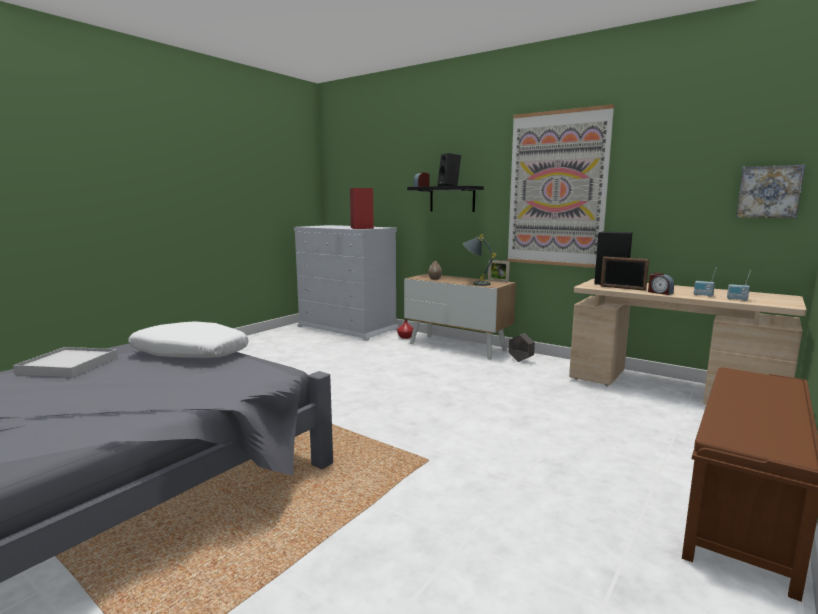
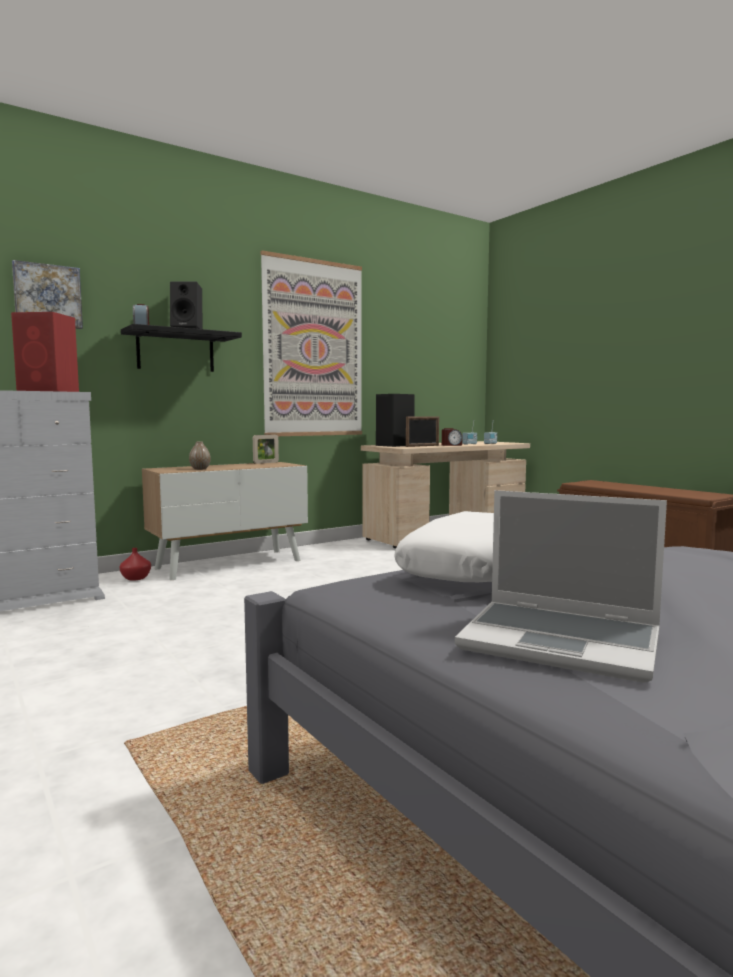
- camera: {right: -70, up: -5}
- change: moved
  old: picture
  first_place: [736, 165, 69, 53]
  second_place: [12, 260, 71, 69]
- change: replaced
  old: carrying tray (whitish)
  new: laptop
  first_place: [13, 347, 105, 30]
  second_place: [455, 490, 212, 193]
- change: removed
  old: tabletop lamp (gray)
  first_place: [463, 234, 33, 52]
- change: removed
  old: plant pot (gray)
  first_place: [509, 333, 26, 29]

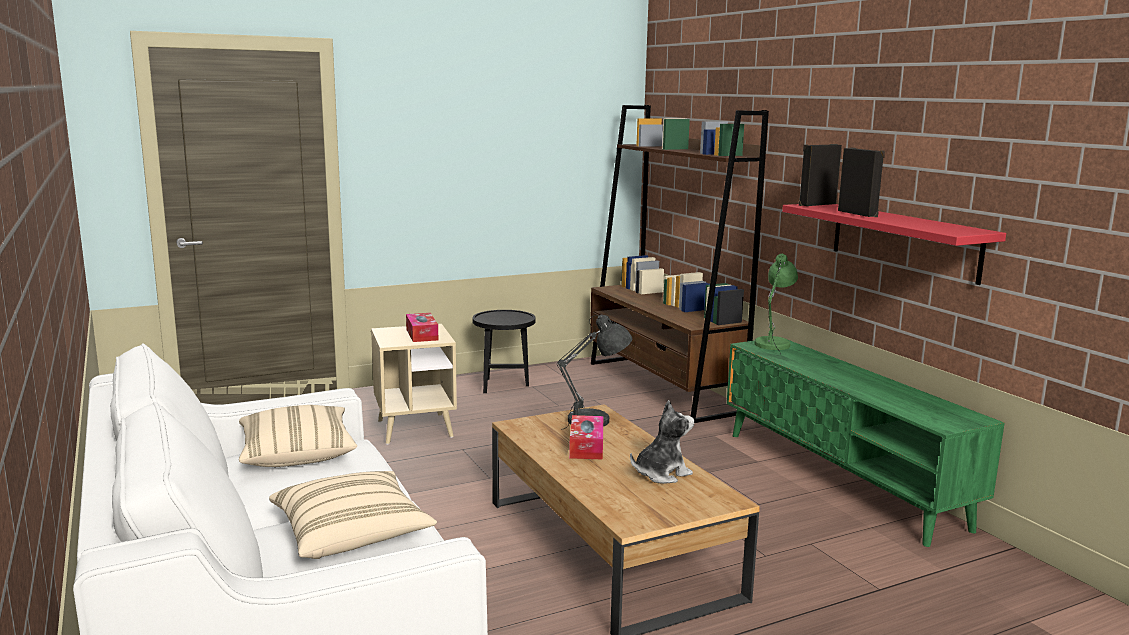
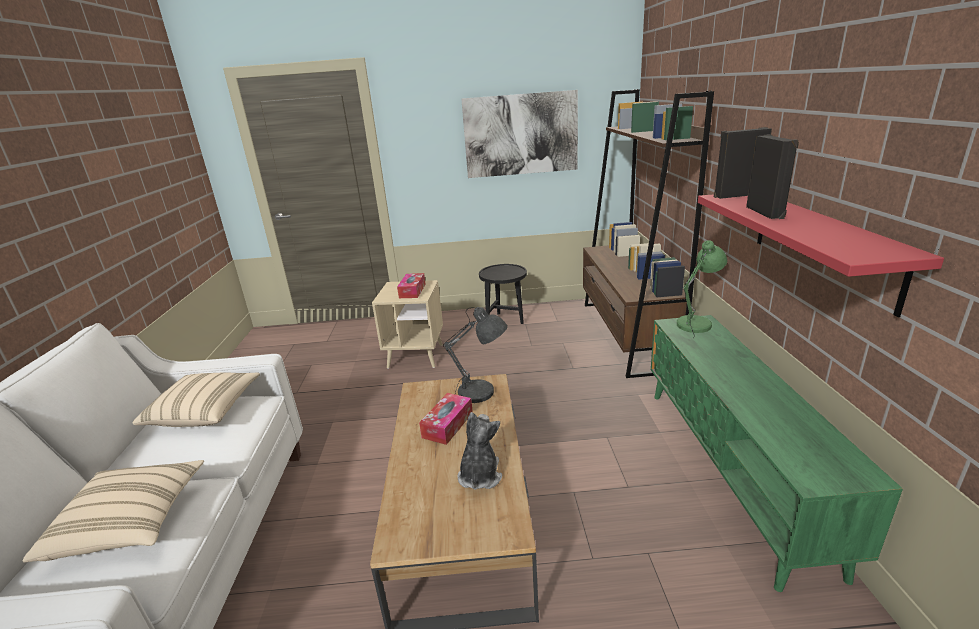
- camera: {right: 25, up: 10}
- change: turned
  old: cuddly toy
  first_place: [630, 400, 64, 84]
  second_place: [458, 412, 44, 78]
  degrees: -75
- change: added
  new: picture
  second_place: [461, 90, 117, 88]

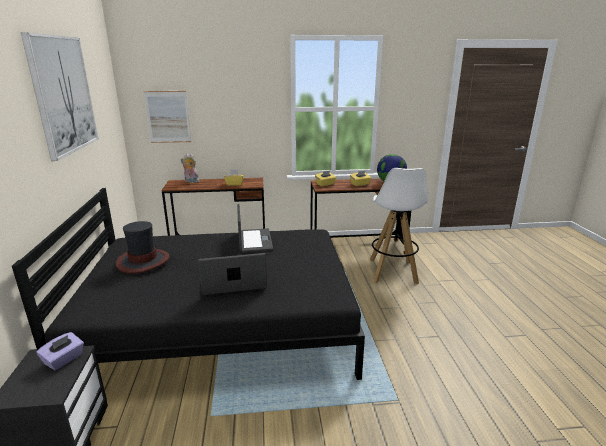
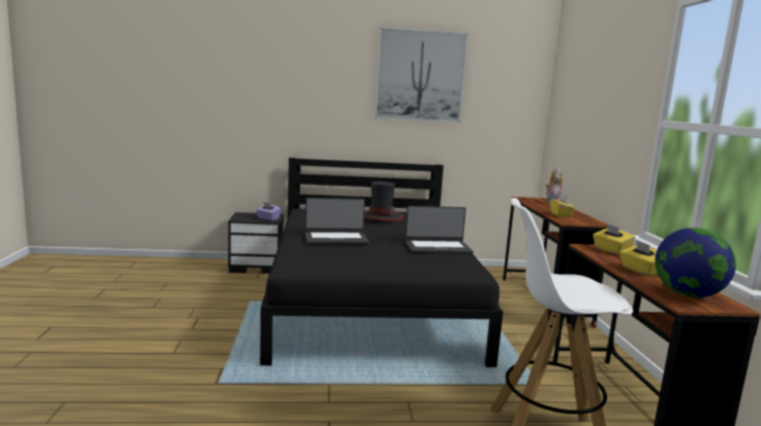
- camera: {right: 90, up: -10}
- change: turned
  old: laptop
  first_place: [198, 253, 69, 42]
  second_place: [305, 198, 64, 46]
  degrees: 90
- change: removed
  old: picture
  first_place: [144, 91, 47, 52]

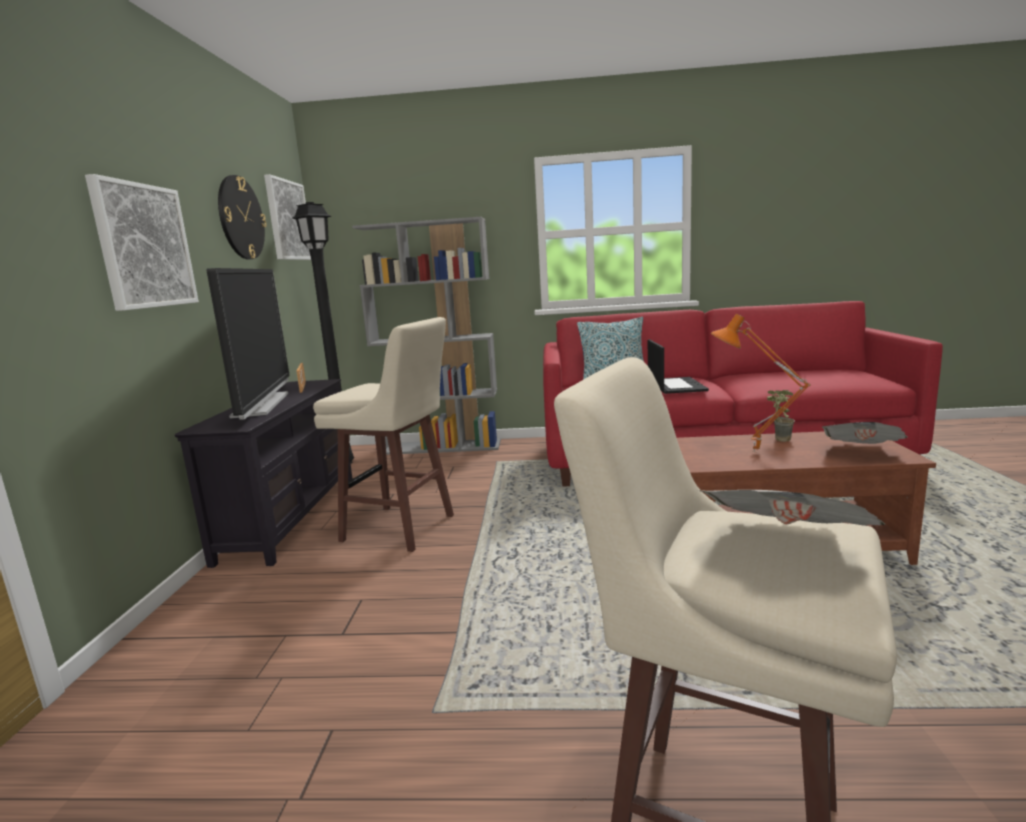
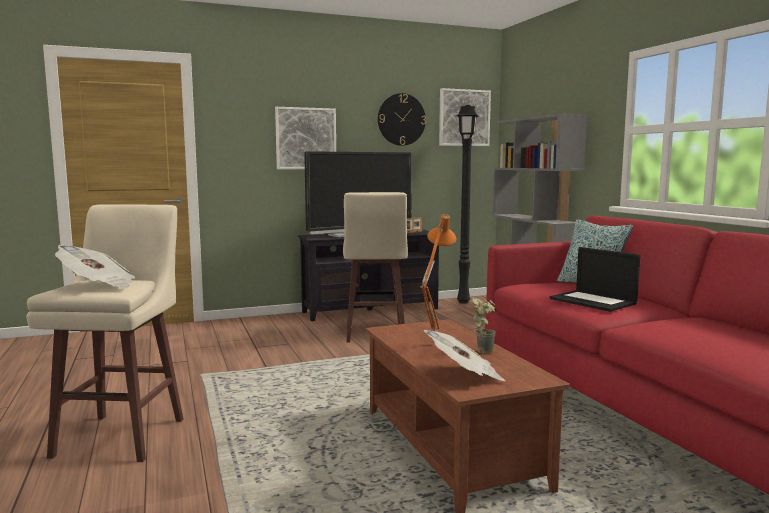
- camera: {right: 65, up: -5}
- change: turned
  old: laptop
  first_place: [648, 339, 61, 55]
  second_place: [550, 247, 90, 65]
  degrees: 75

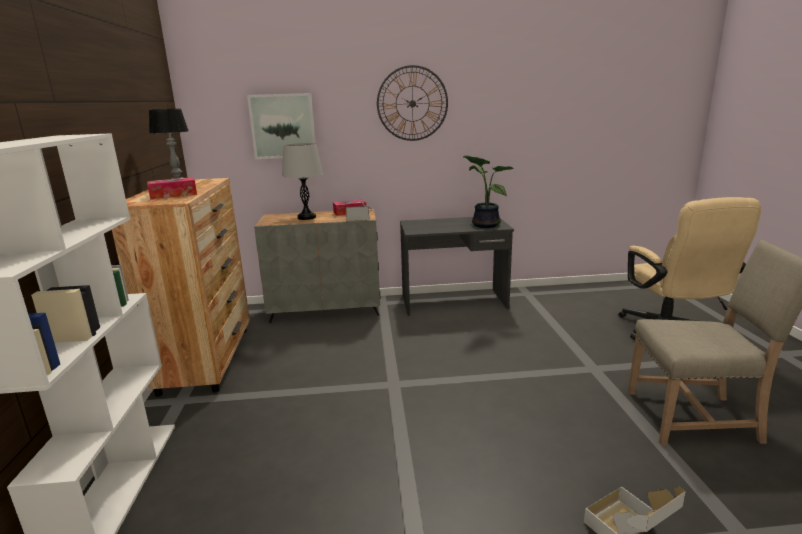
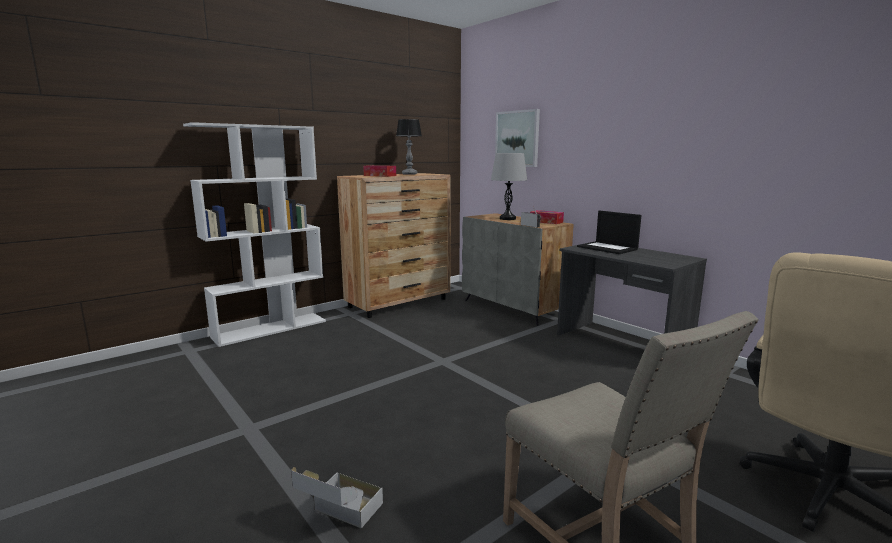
- camera: {right: 55, up: -5}
- change: added
  new: laptop
  second_place: [577, 210, 64, 44]
- change: removed
  old: wall clock
  first_place: [377, 65, 71, 76]
- change: removed
  old: houseplant
  first_place: [463, 155, 51, 73]

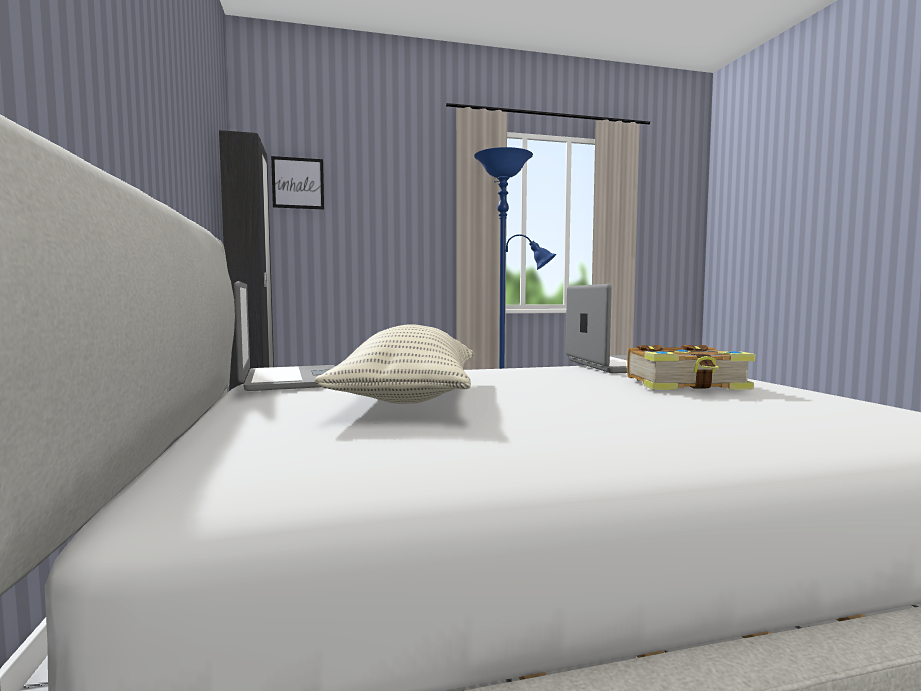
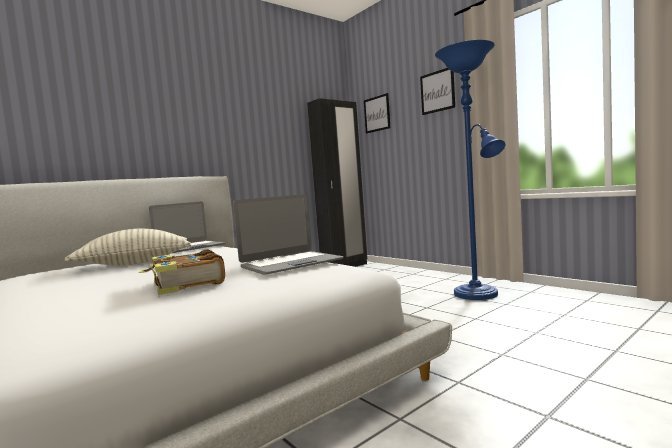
- camera: {right: 65, up: 0}
- change: added
  new: picture
  second_place: [420, 68, 35, 47]

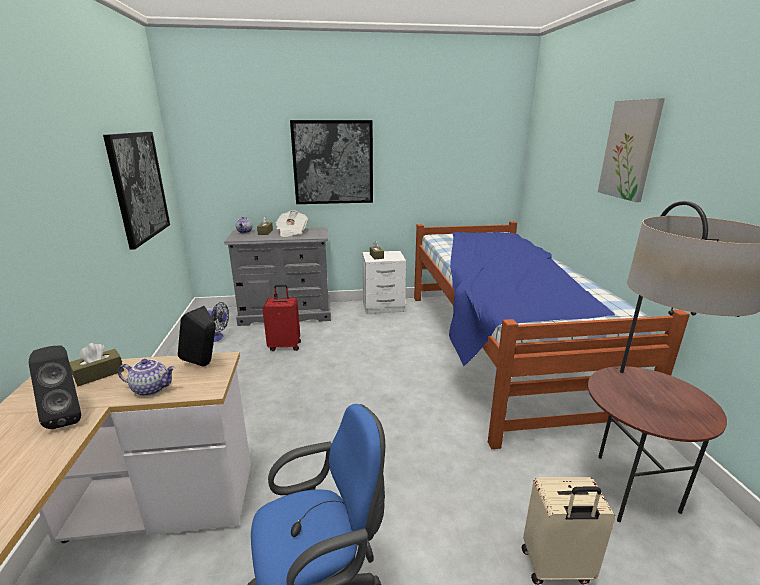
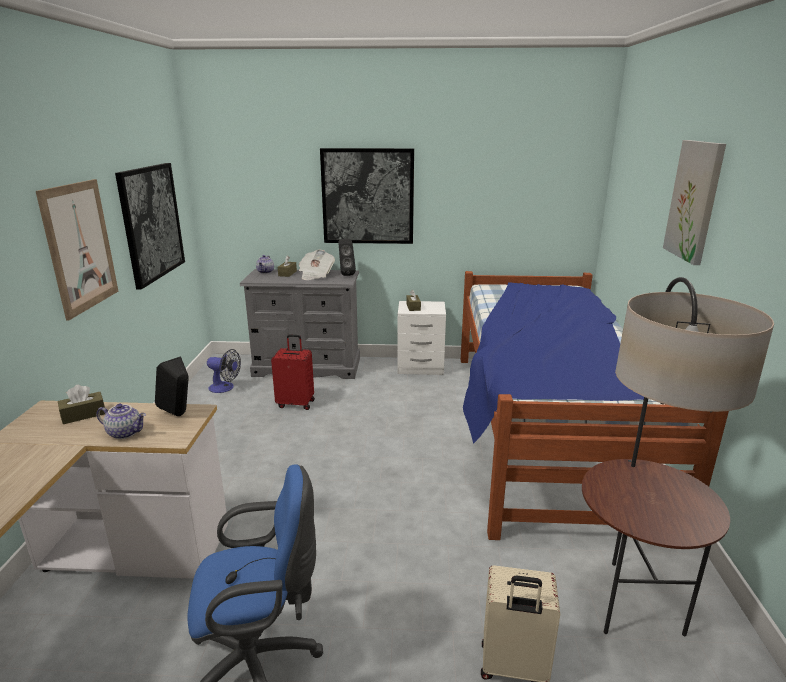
- camera: {right: 10, up: 0}
- change: added
  new: picture
  second_place: [36, 179, 82, 141]
- change: moved
  old: speaker (blackish)
  first_place: [29, 345, 52, 84]
  second_place: [338, 239, 18, 37]

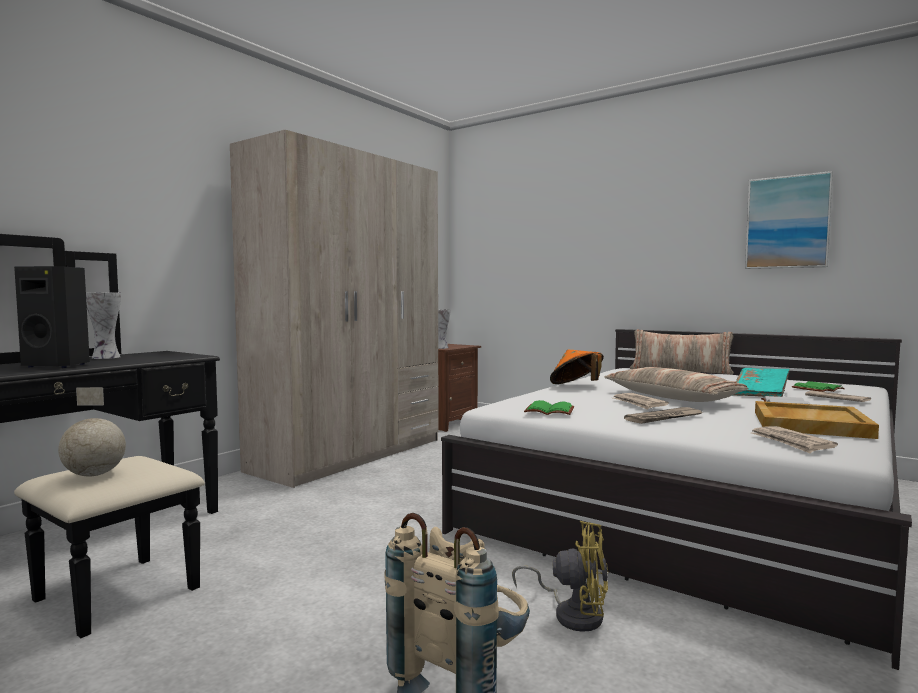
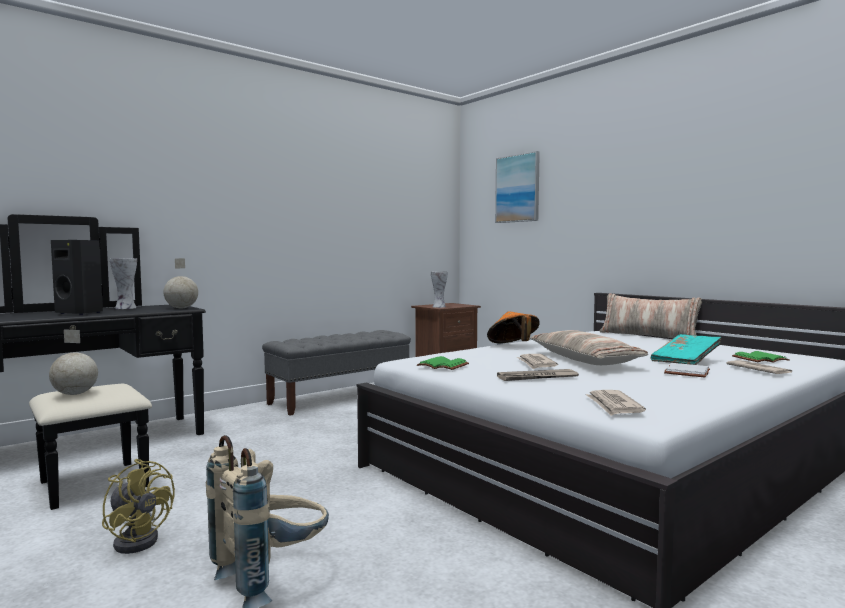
- camera: {right: 15, up: 0}
- change: moved
  old: electric fan (yellowish)
  first_place: [512, 521, 96, 111]
  second_place: [102, 459, 73, 95]
- change: added
  new: world globe
  second_place: [164, 258, 34, 50]
- change: replaced
  old: armoire (beige-coloured)
  new: bench (gray)
  first_place: [230, 130, 209, 358]
  second_place: [262, 330, 149, 85]
- change: moved
  old: picture
  first_place: [745, 171, 88, 98]
  second_place: [495, 151, 45, 72]
- change: removed
  old: carrying tray (beige-coloured)
  first_place: [755, 401, 124, 38]

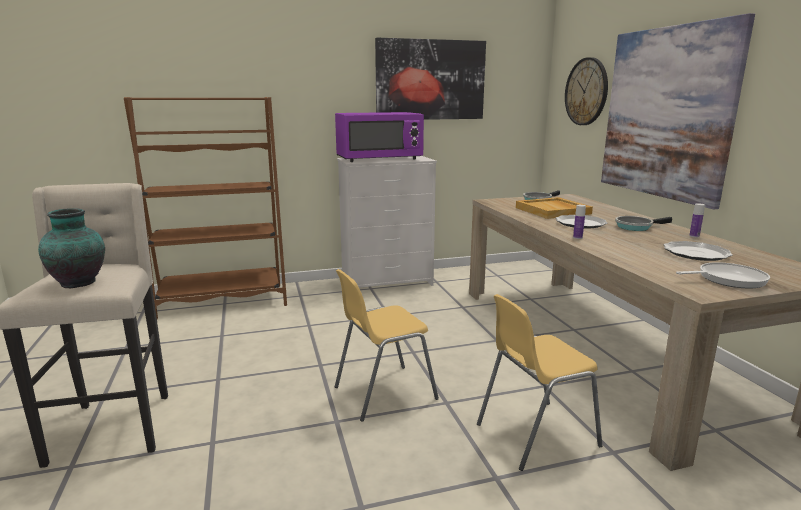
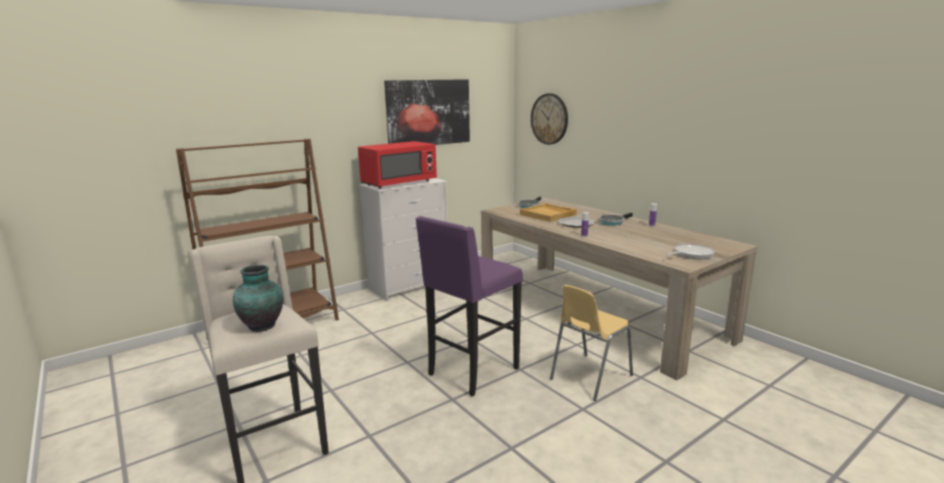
- camera: {right: -20, up: 0}
- change: recoloured
  old: microwave (purple)
  new: microwave (reddish)
  first_place: [335, 112, 89, 50]
  second_place: [358, 141, 79, 48]
- change: replaced
  old: upright chair (yellowish)
  new: stool seat (purple)
  first_place: [335, 269, 104, 153]
  second_place: [416, 216, 107, 181]
- change: removed
  old: picture
  first_place: [601, 13, 154, 196]
- change: removed
  old: flat dish
  first_place: [663, 241, 70, 20]

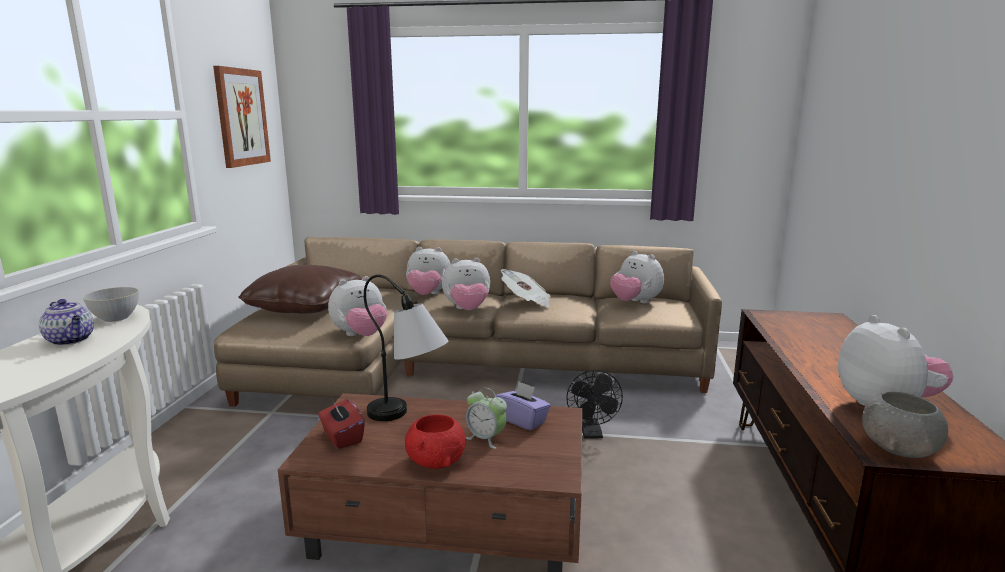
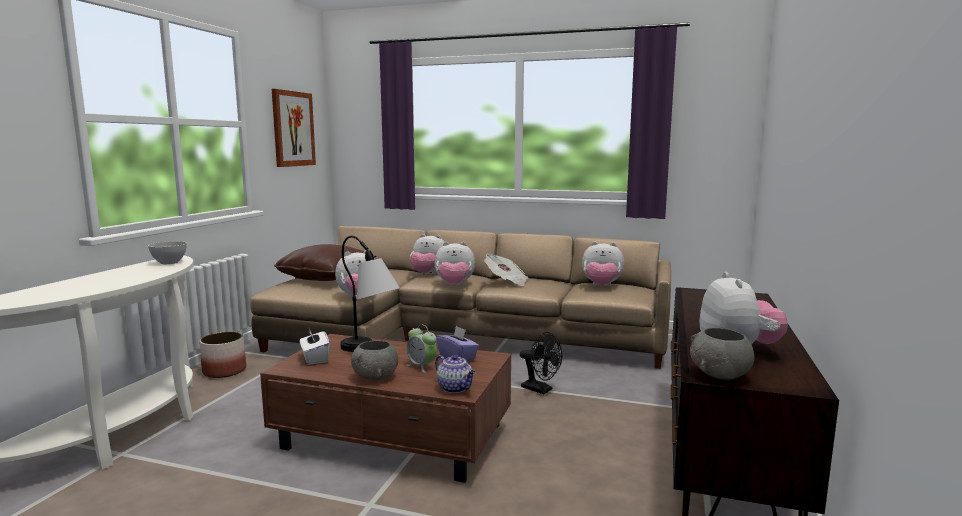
- camera: {right: 10, up: -5}
- change: added
  new: plant pot
  second_place: [199, 331, 47, 47]
- change: recoloured
  old: tissue holder (reddish)
  new: tissue holder (whitish)
  first_place: [318, 399, 47, 50]
  second_place: [300, 328, 30, 37]
- change: recoloured
  old: deep dish (reddish)
  new: deep dish (gray)
  first_place: [405, 414, 60, 55]
  second_place: [351, 341, 47, 40]
- change: moved
  old: pot for tea
  first_place: [39, 299, 55, 47]
  second_place: [435, 355, 40, 38]
- change: turned
  old: electric fan (blackish)
  first_place: [566, 370, 57, 69]
  second_place: [520, 332, 42, 62]
  degrees: -60
- change: turned
  old: cuddly toy
  first_place: [610, 251, 54, 52]
  second_place: [582, 241, 42, 45]
  degrees: -45

